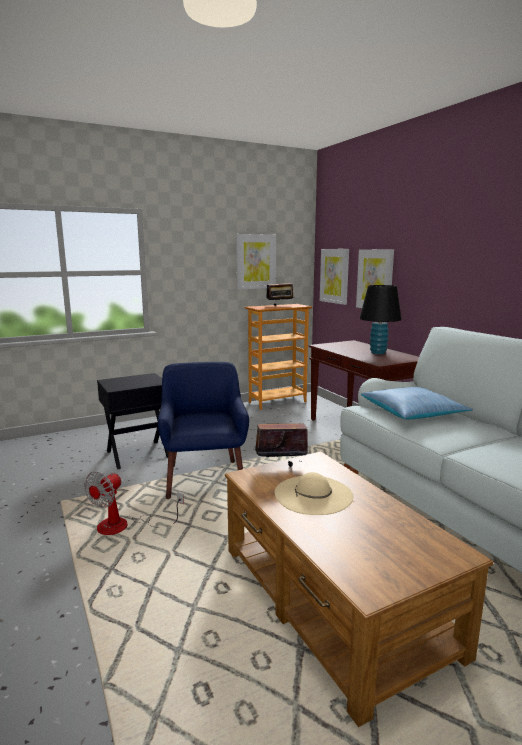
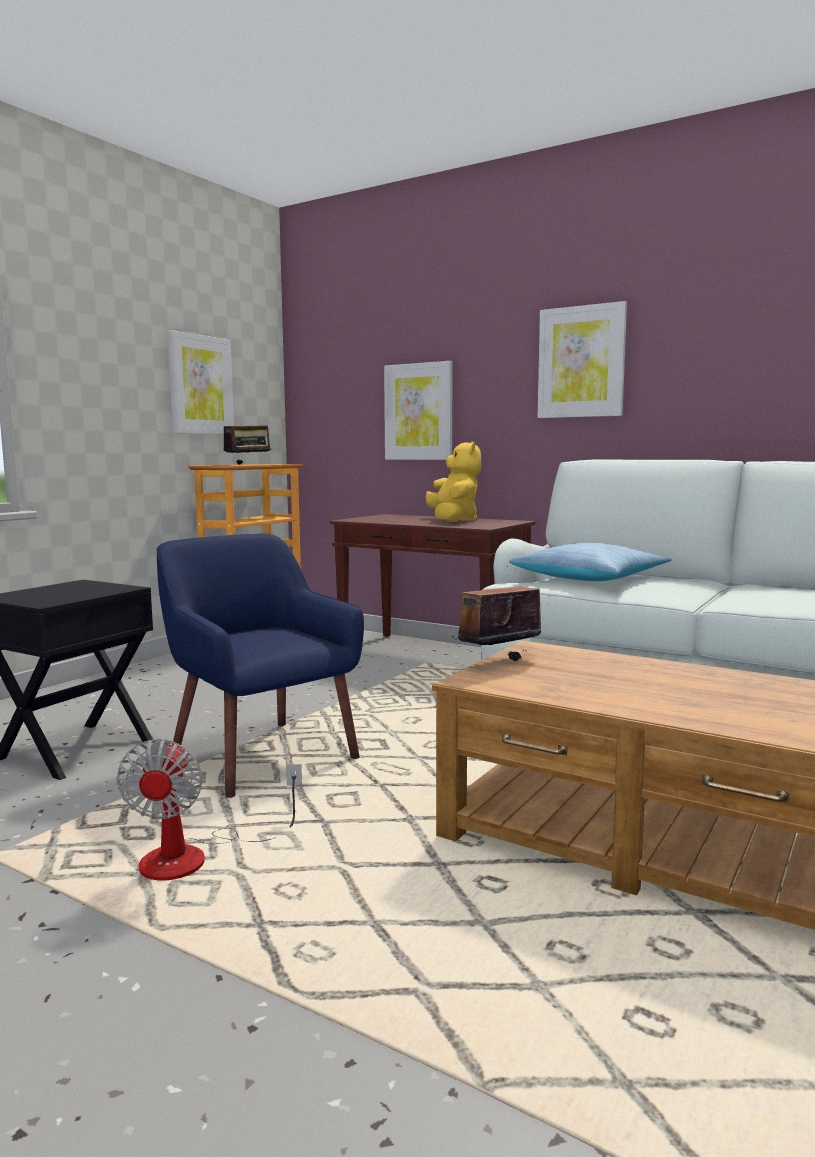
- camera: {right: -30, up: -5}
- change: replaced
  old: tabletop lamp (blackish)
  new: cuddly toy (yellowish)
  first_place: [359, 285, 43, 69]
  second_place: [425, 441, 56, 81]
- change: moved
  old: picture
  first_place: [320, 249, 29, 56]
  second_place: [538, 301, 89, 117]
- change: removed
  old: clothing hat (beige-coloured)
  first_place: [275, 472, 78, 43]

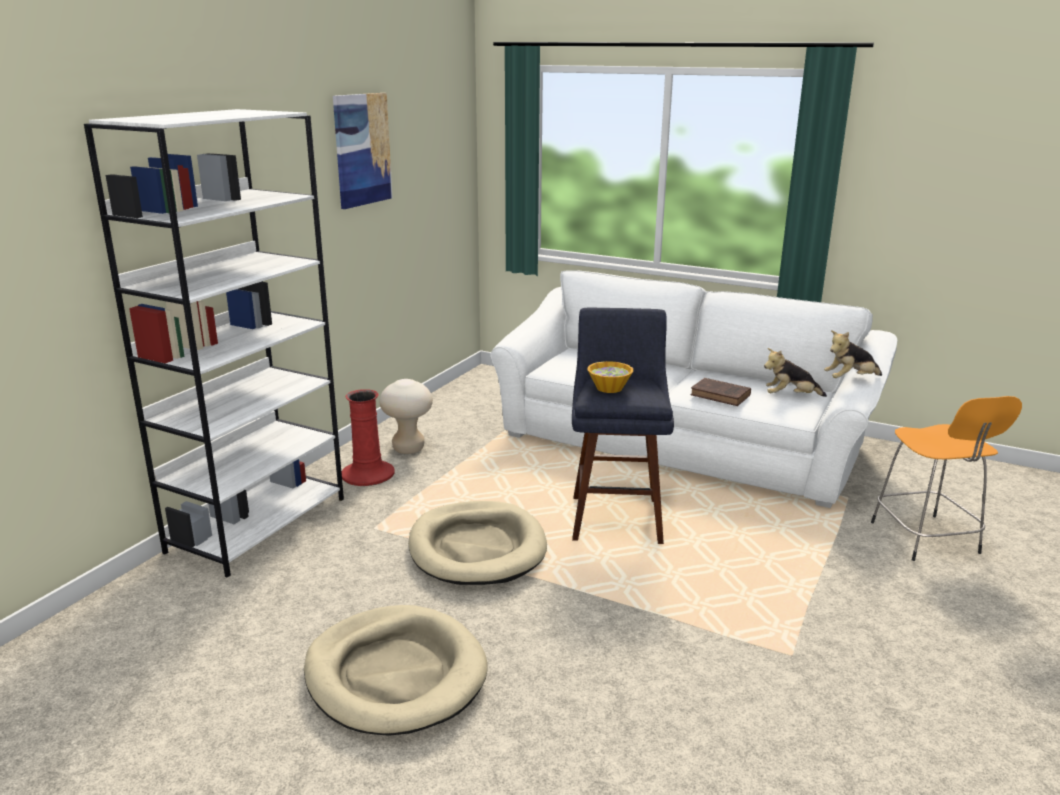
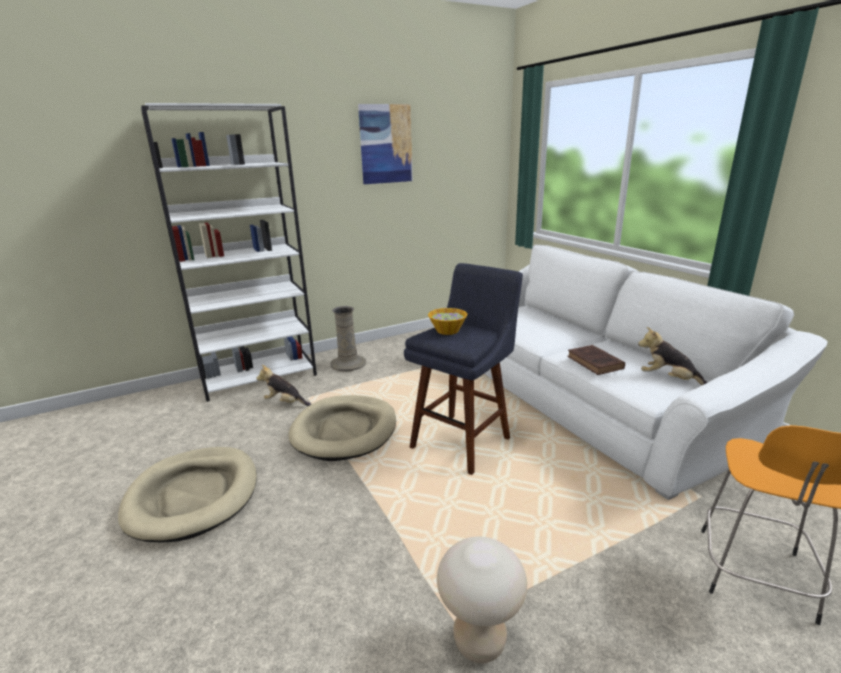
- camera: {right: 35, up: 0}
- change: moved
  old: cuddly toy
  first_place: [824, 330, 58, 48]
  second_place: [257, 365, 54, 41]
- change: recoloured
  old: decorative vase (reddish)
  new: decorative vase (beige-coloured)
  first_place: [342, 389, 53, 97]
  second_place: [331, 306, 35, 65]
- change: moved
  old: stool seat (beige-coloured)
  first_place: [379, 379, 54, 75]
  second_place: [437, 537, 90, 126]

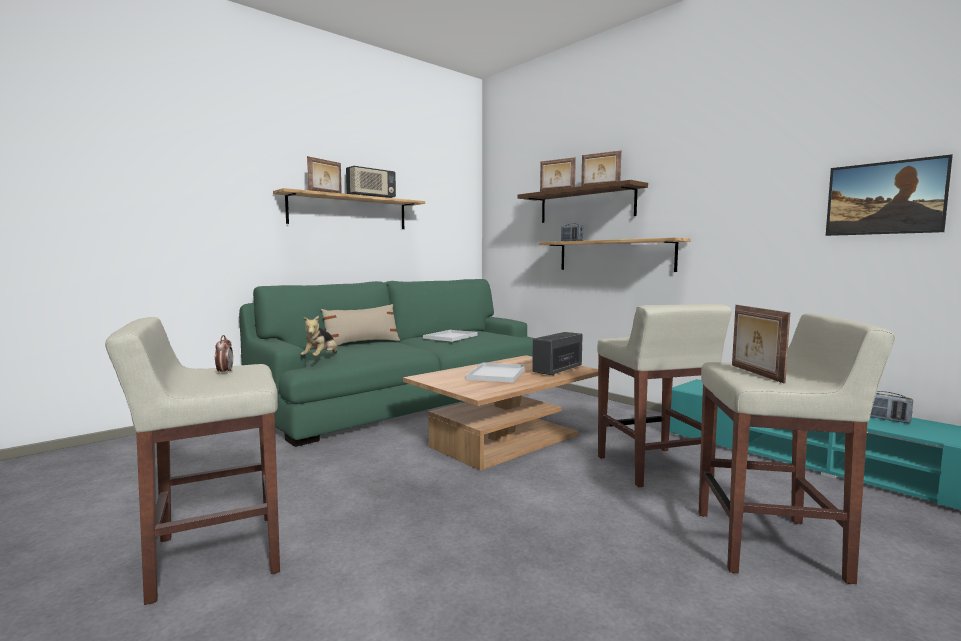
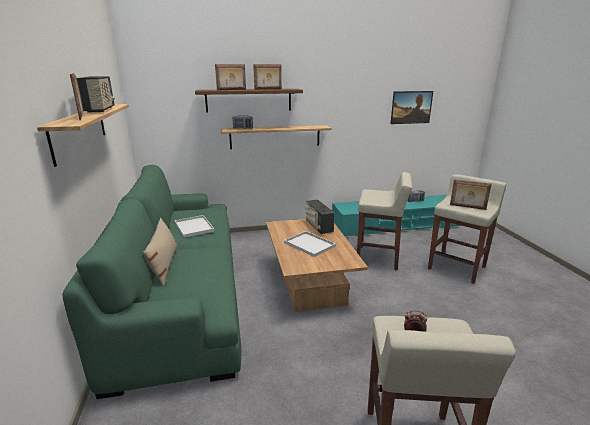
- camera: {right: -60, up: 15}
- change: removed
  old: cuddly toy
  first_place: [301, 315, 36, 42]

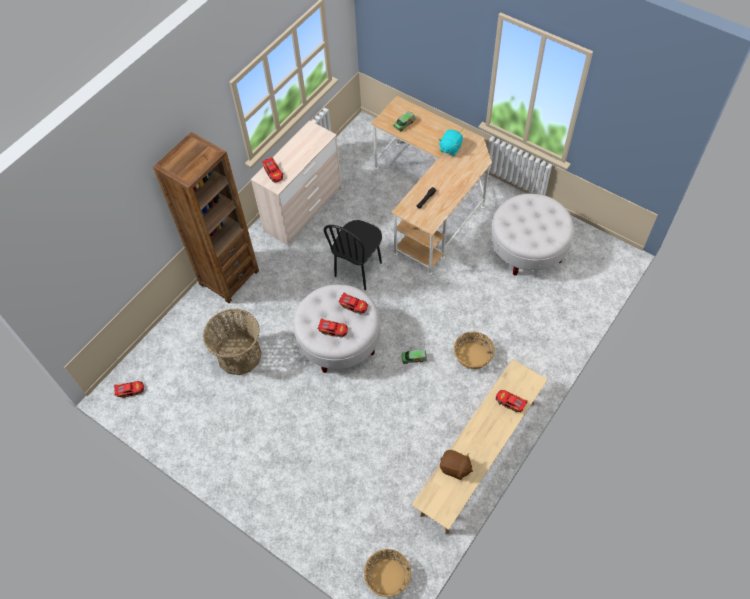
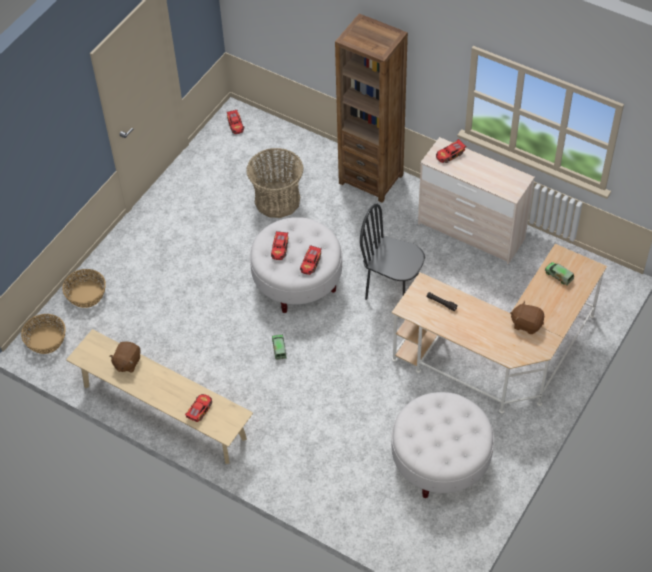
- camera: {right: 85, up: -5}
- change: moved
  old: storage basket
  first_place: [454, 332, 41, 37]
  second_place: [63, 269, 43, 39]
- change: recoloured
  old: cuddly toy (turquoise)
  new: cuddly toy (brown-coloured)
  first_place: [438, 130, 25, 26]
  second_place: [510, 301, 34, 33]

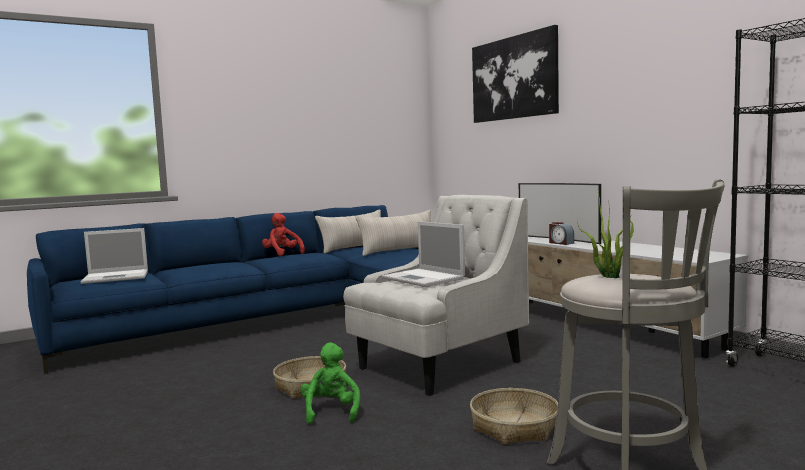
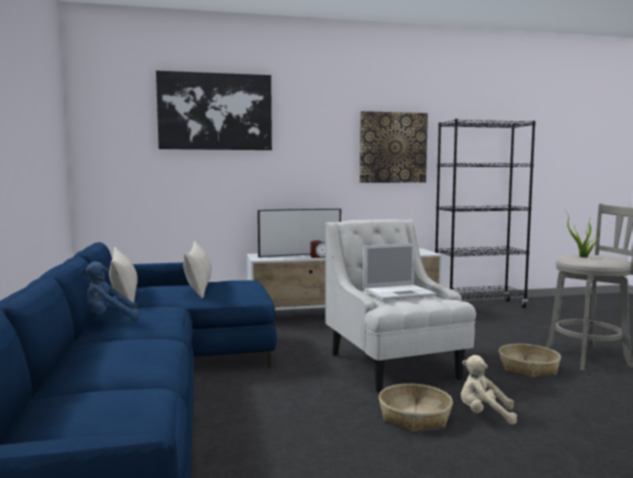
- camera: {right: -70, up: 0}
- change: recoloured
  old: cuddly toy (reddish)
  new: cuddly toy (blue)
  first_place: [262, 213, 43, 43]
  second_place: [82, 261, 58, 59]
- change: added
  new: picture
  second_place: [360, 111, 68, 72]
- change: recoloured
  old: cuddly toy (green)
  new: cuddly toy (beige-coloured)
  first_place: [300, 343, 60, 81]
  second_place: [461, 355, 56, 70]
- change: removed
  old: laptop
  first_place: [80, 228, 68, 56]

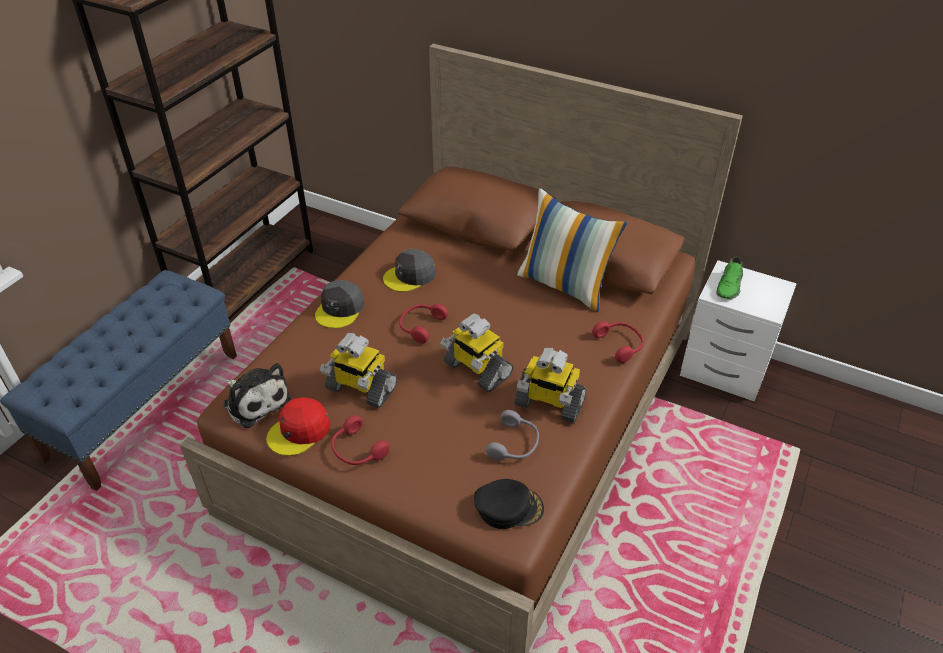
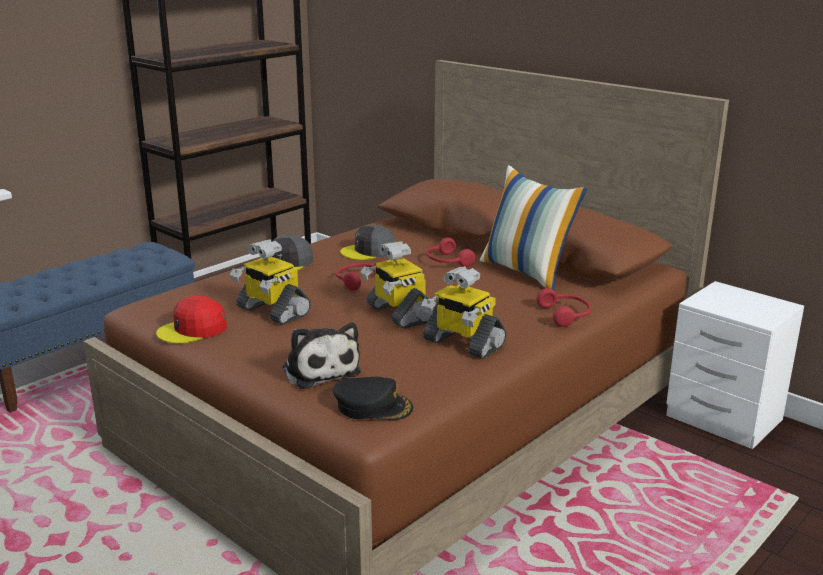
- camera: {right: 15, up: -20}
- change: moved
  old: cuddly toy
  first_place: [224, 363, 67, 65]
  second_place: [283, 323, 78, 66]
- change: moved
  old: headphones (reddish)
  first_place: [331, 415, 59, 50]
  second_place: [426, 238, 49, 29]
- change: removed
  old: headphones (gray)
  first_place: [486, 410, 53, 51]
- change: removed
  old: item of footwear (green)
  first_place: [716, 257, 27, 42]

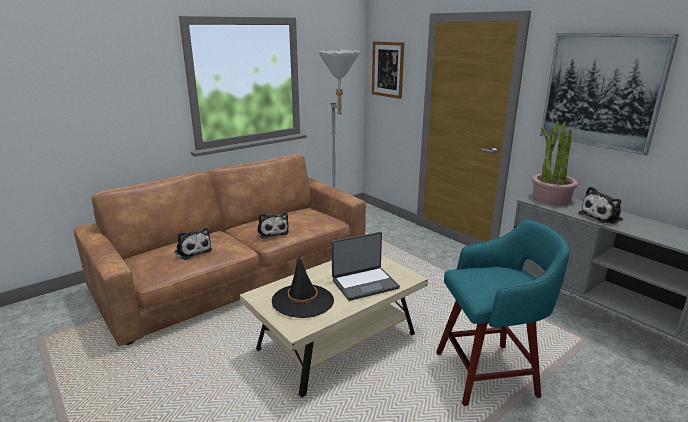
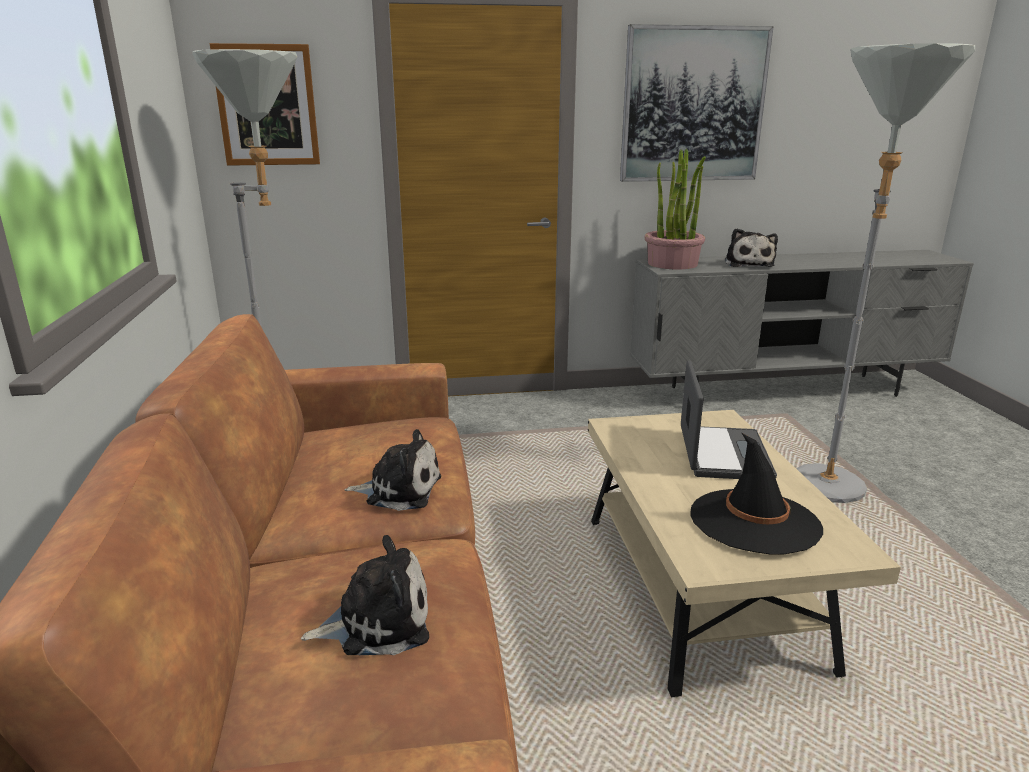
- camera: {right: -60, up: 0}
- change: replaced
  old: stool seat (turquoise)
  new: standing lamp (gray)
  first_place: [436, 219, 134, 187]
  second_place: [796, 43, 179, 460]

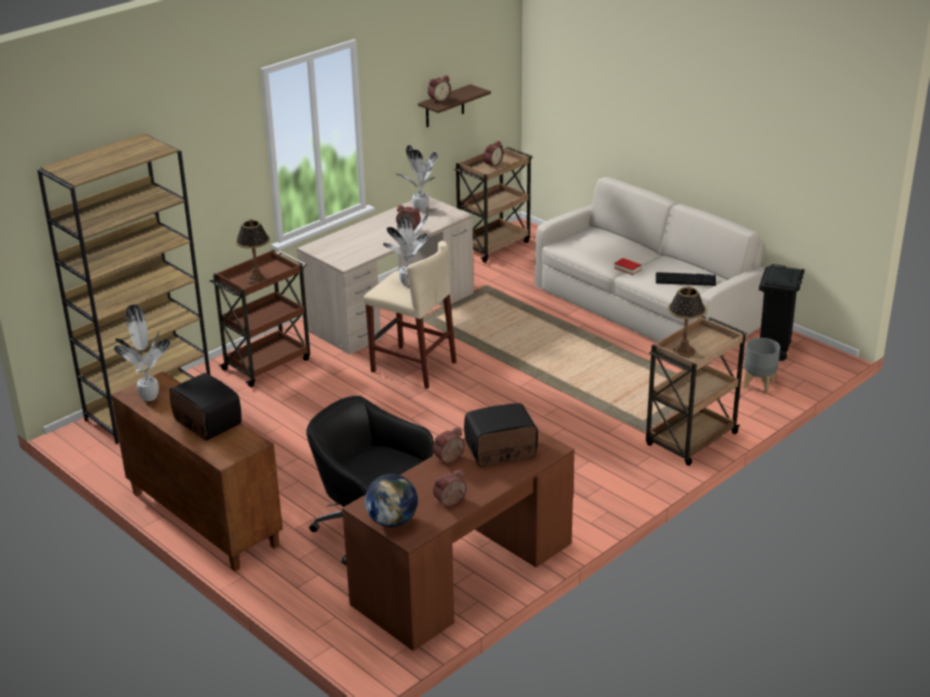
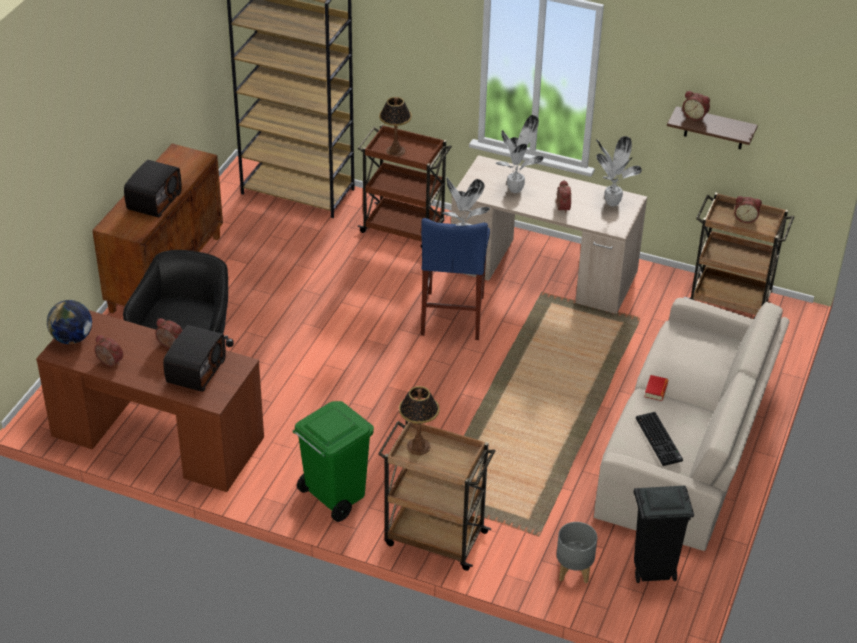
- camera: {right: 65, up: 10}
- change: turned
  old: radio set
  first_place: [464, 403, 74, 64]
  second_place: [163, 325, 63, 67]
  degrees: 60
- change: added
  new: rubbish bin (green)
  second_place: [293, 401, 81, 121]
- change: recoloured
  old: stool seat (beige-coloured)
  new: stool seat (blue)
  first_place: [364, 241, 92, 148]
  second_place: [421, 218, 69, 122]
- change: moved
  old: houseplant
  first_place: [114, 304, 56, 97]
  second_place: [496, 115, 47, 78]

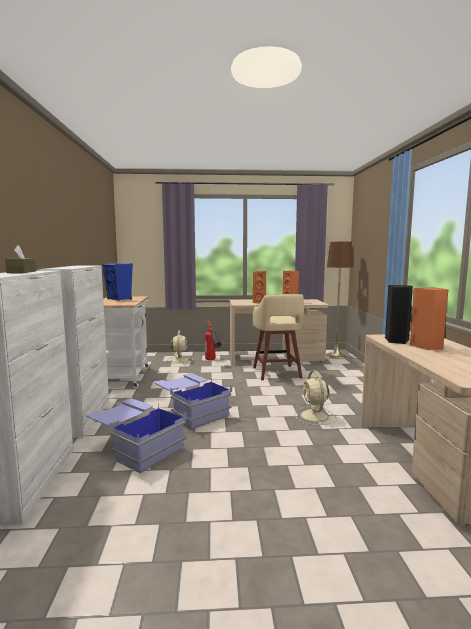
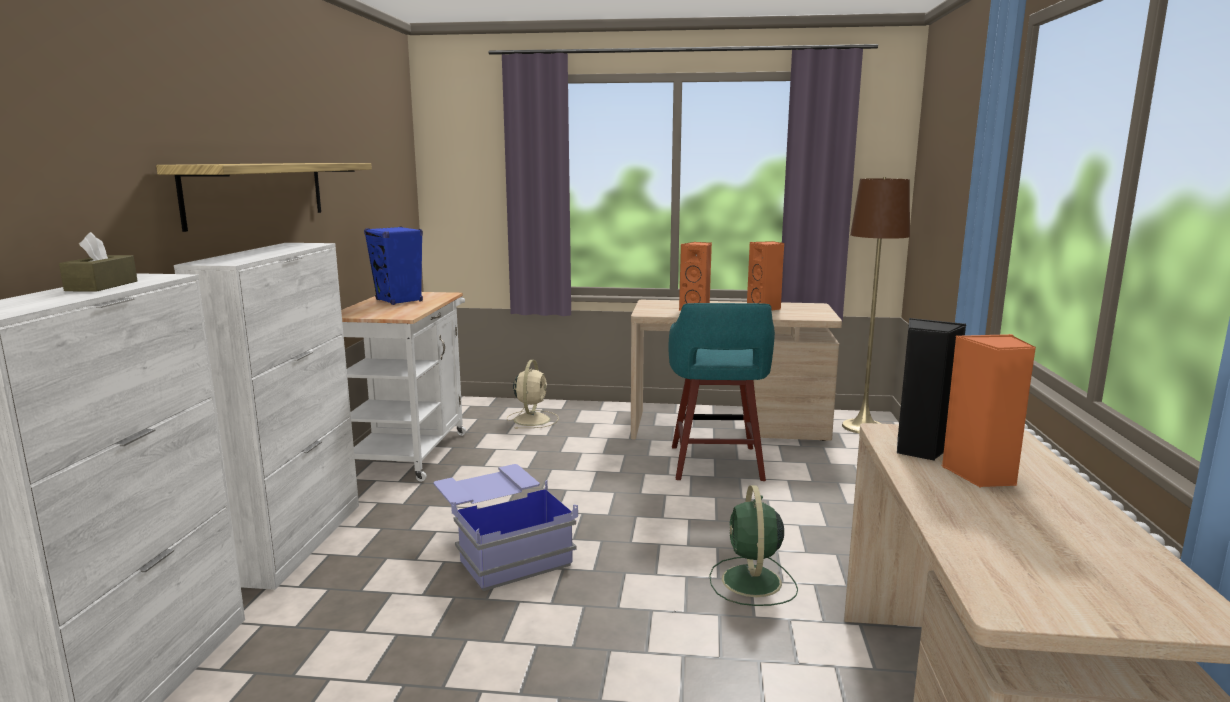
- camera: {right: 10, up: 5}
- change: added
  new: shelf
  second_place: [156, 163, 216, 69]
- change: recoloured
  old: stool seat (beige-coloured)
  new: stool seat (turquoise)
  first_place: [253, 294, 51, 86]
  second_place: [668, 303, 107, 178]
- change: recoloured
  old: electric fan (beige-coloured)
  new: electric fan (green)
  first_place: [295, 371, 42, 54]
  second_place: [709, 485, 89, 121]
- change: removed
  old: storage container (blue)
  first_place: [86, 398, 101, 75]
- change: removed
  old: fire extinguisher
  first_place: [205, 321, 17, 39]

